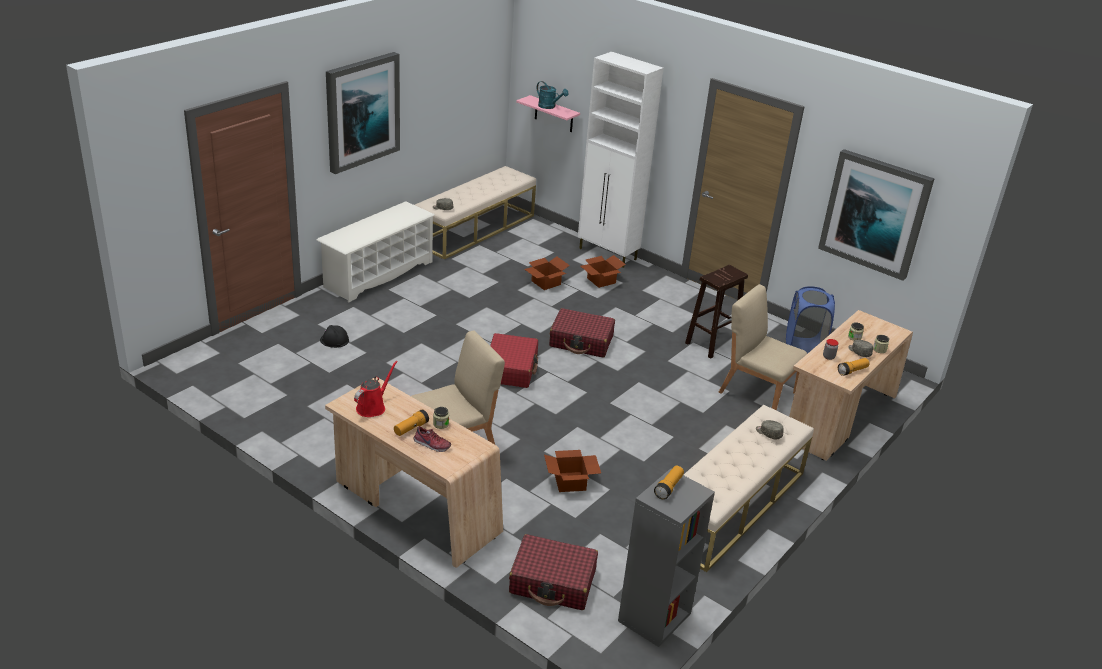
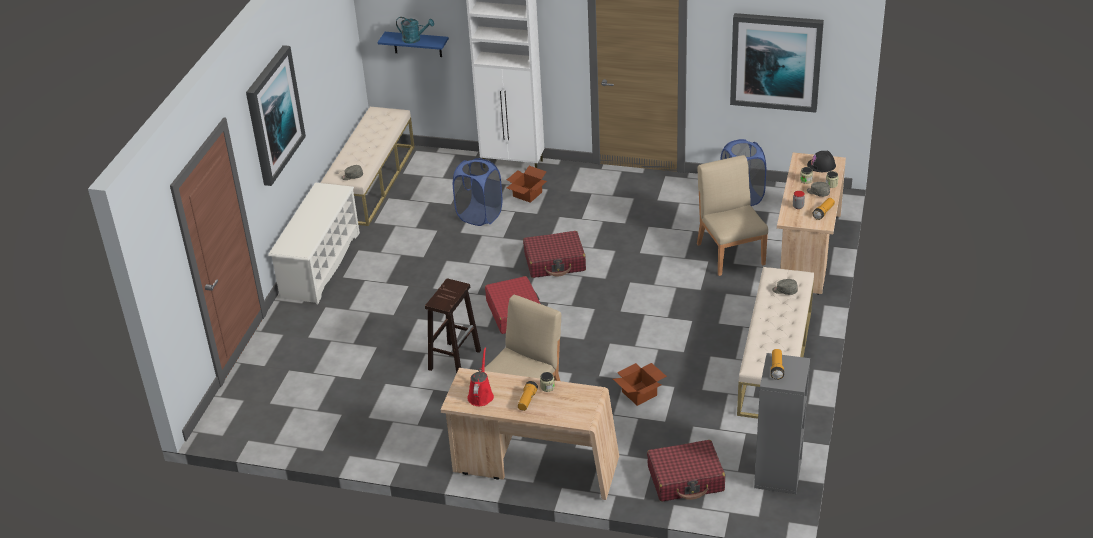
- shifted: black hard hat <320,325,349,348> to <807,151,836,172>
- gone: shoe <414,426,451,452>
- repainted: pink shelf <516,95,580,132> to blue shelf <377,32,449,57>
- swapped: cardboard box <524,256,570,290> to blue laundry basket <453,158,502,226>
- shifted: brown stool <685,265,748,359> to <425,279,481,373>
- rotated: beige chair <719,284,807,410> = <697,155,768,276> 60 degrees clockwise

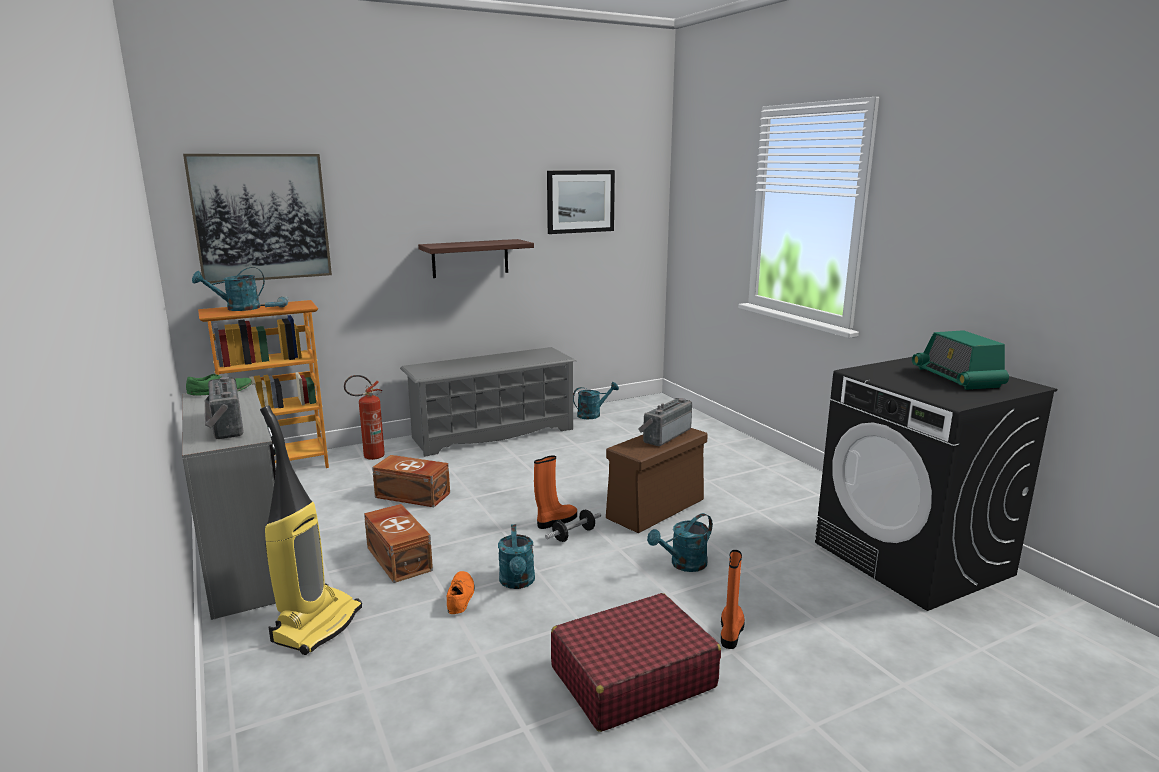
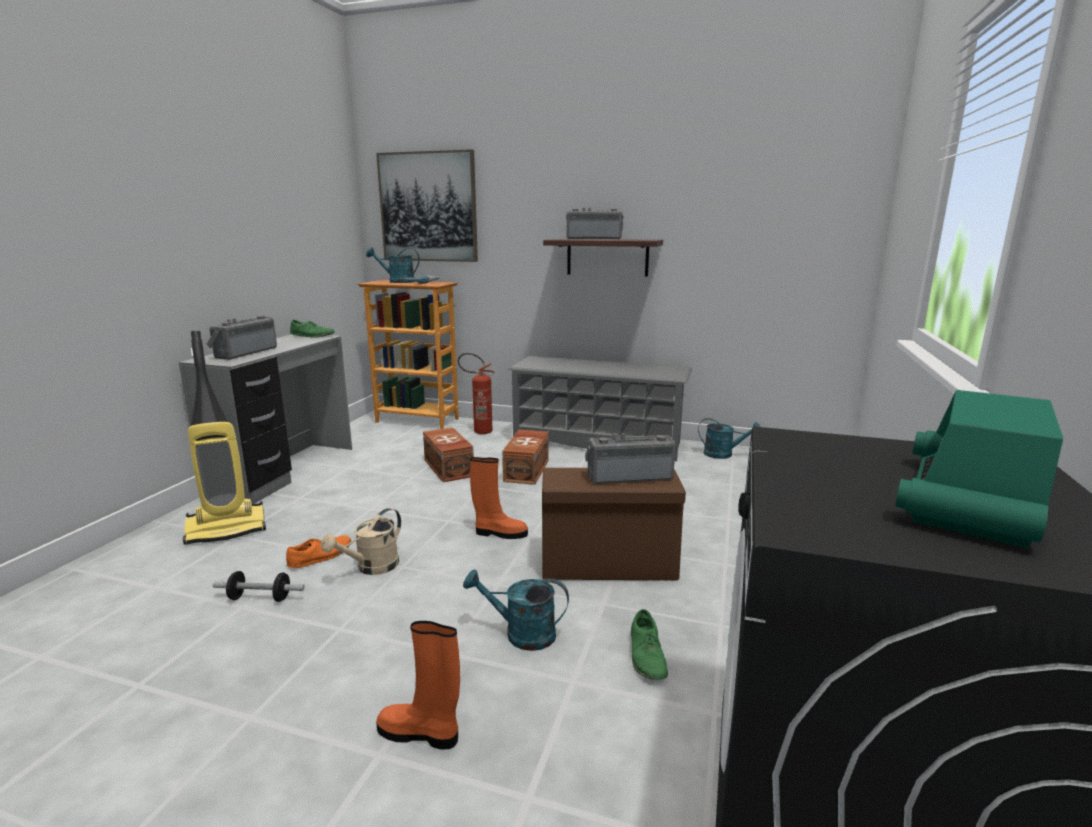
- shifted: brown storage box <364,504,433,583> to <502,430,549,485>
- repainted: turquoise watering can <498,524,535,589> to beige watering can <321,508,401,575>
- shifted: dumbbell <545,510,601,542> to <212,571,305,602>
- gone: picture <547,170,615,234>
- gone: red suitcase <551,593,721,732>
- rotated: orange boot <721,550,745,649> = <376,621,460,750> 135 degrees counterclockwise
- new: radio <566,208,623,239>
- new: green shoe <631,609,668,680>

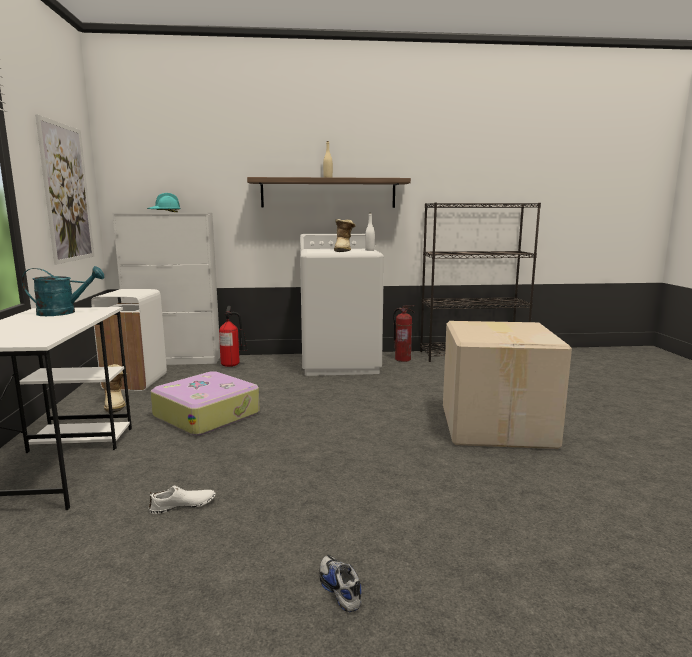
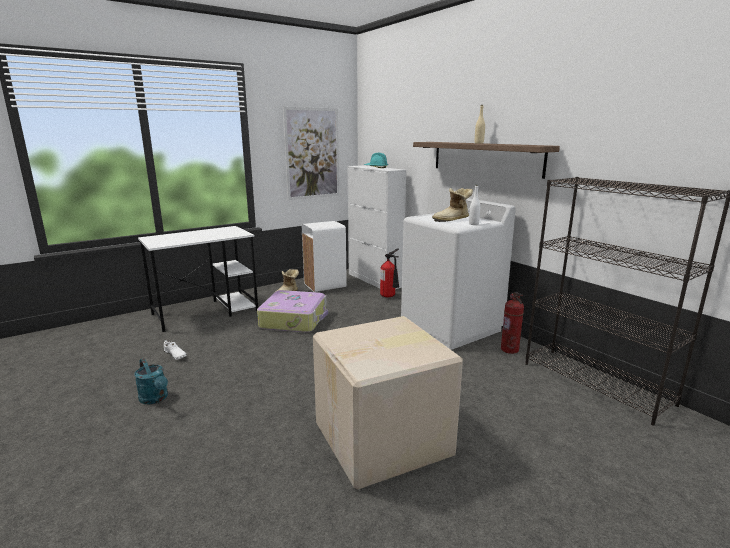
- shifted: turquoise watering can <22,266,104,316> to <134,358,168,404>
- gone: shoe <319,555,362,612>

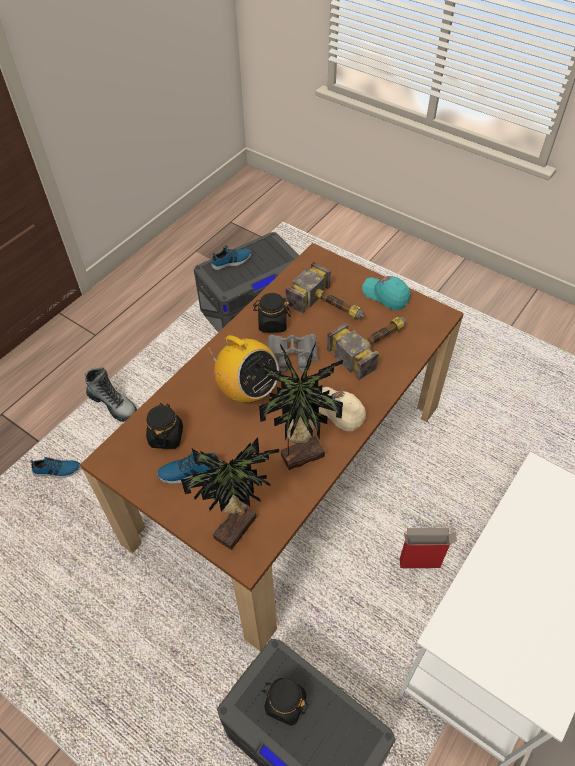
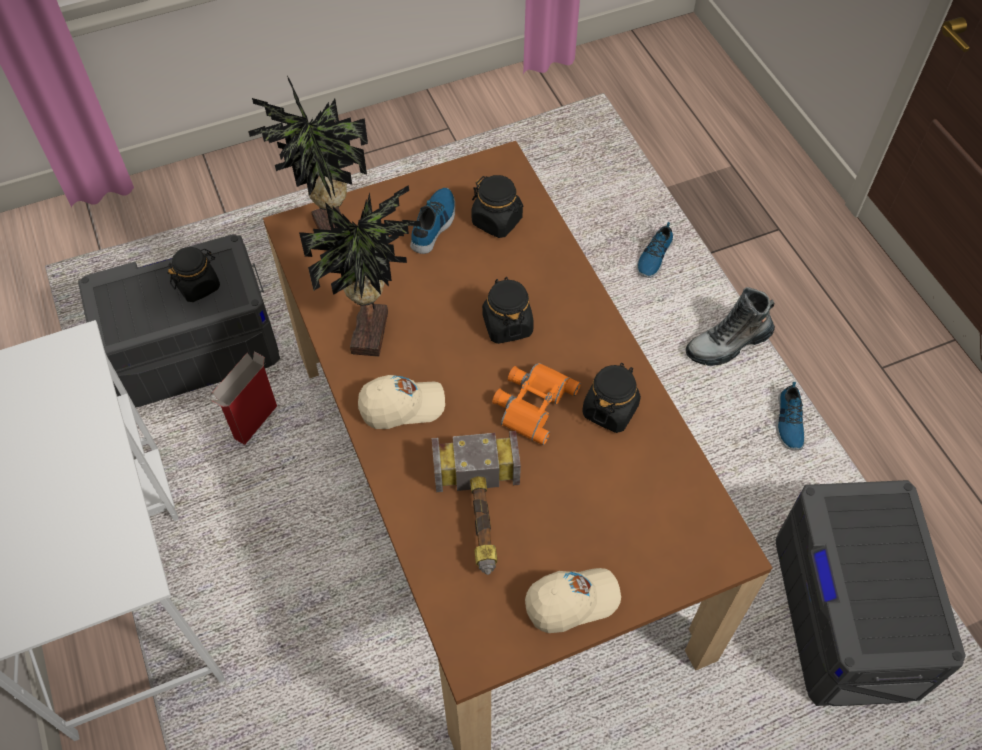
- swapped: radio <208,335,279,403> to black jar <482,277,534,344>
- shifted: shoe <211,245,251,270> to <776,382,804,450>
- repainted: grey binoculars <267,334,318,372> to orange binoculars <492,363,581,445>
- gone: hammer <285,262,364,319>
- repainted: turquoise cap <362,276,410,310> to beige cap <525,568,621,633>
- shifted: cardboard box <400,528,457,568> to <211,351,277,445>

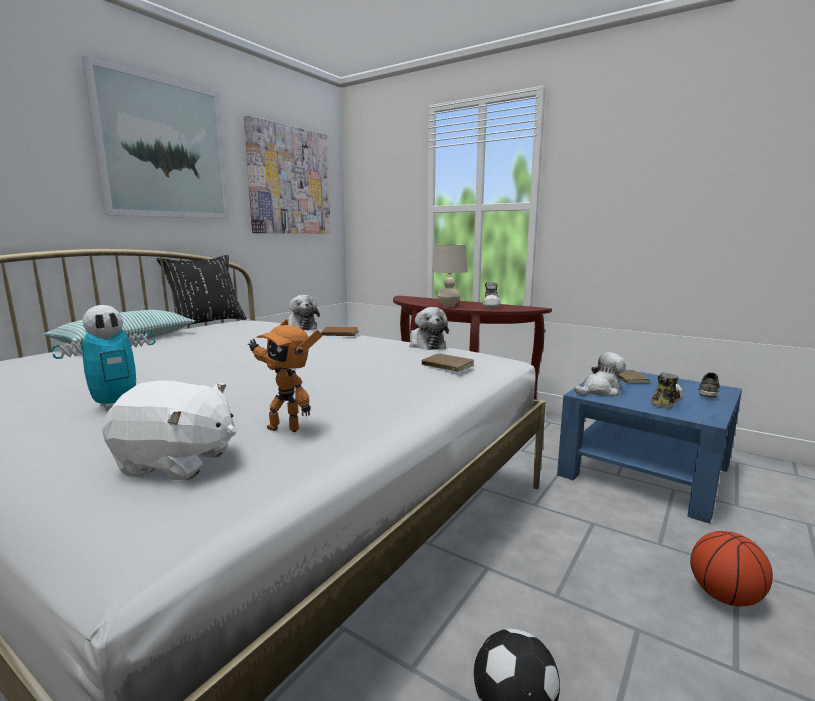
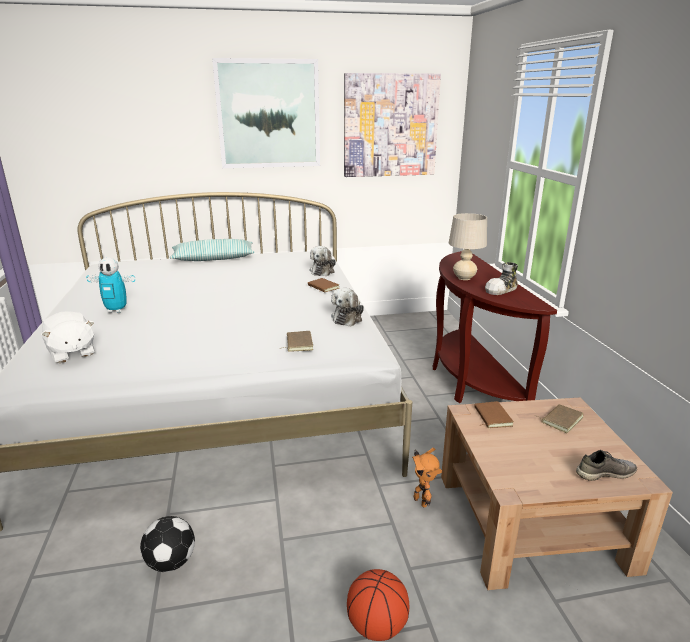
- gone: black pillow <157,255,247,326>
- shifted: toy robot <248,319,322,432> to <412,447,442,508>
- repainted: blue coffee table <557,372,742,524> to brown coffee table <441,397,673,590>
- swapped: plush toy <574,352,626,396> to brown book <475,401,514,428>
- gone: shoe <651,372,683,409>

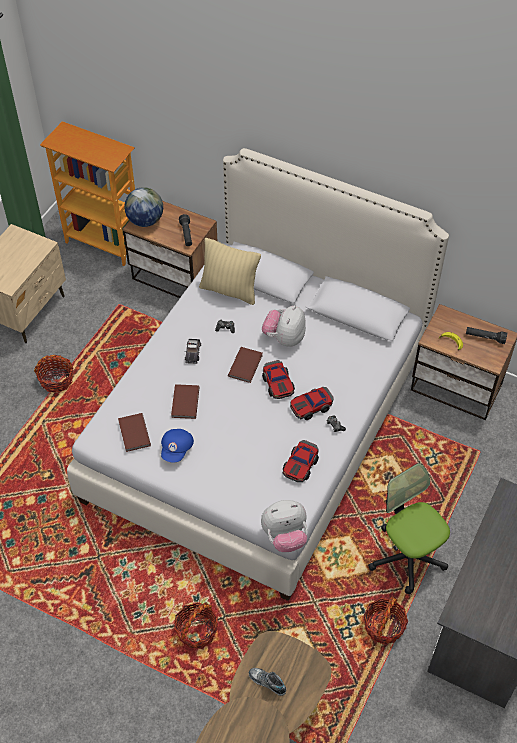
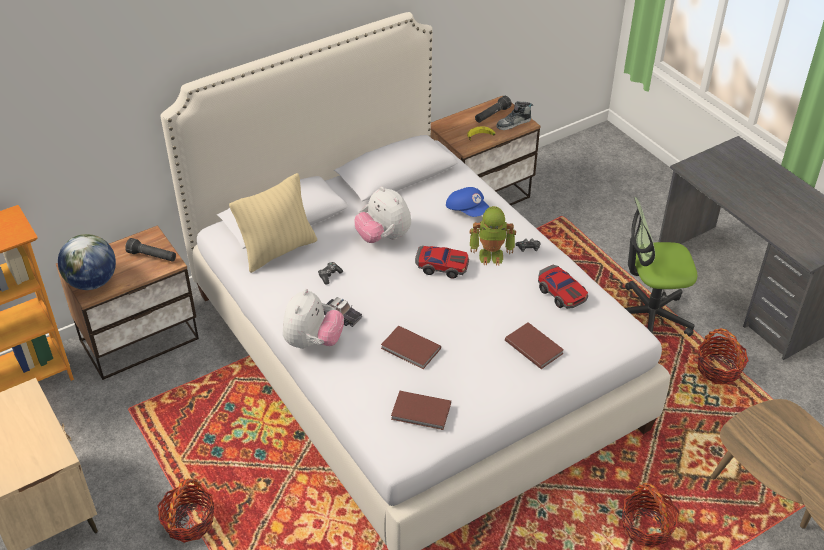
- shifted: blue cap <161,429,194,462> to <446,187,489,217>
- shifted: brown book <228,347,263,383> to <505,322,564,369>
- shifted: shoe <249,668,286,696> to <496,101,533,130>
- shifted: plush toy <261,500,308,552> to <283,289,344,349>
- swapped: toy car <290,387,334,420> to toy robot <469,206,516,266>

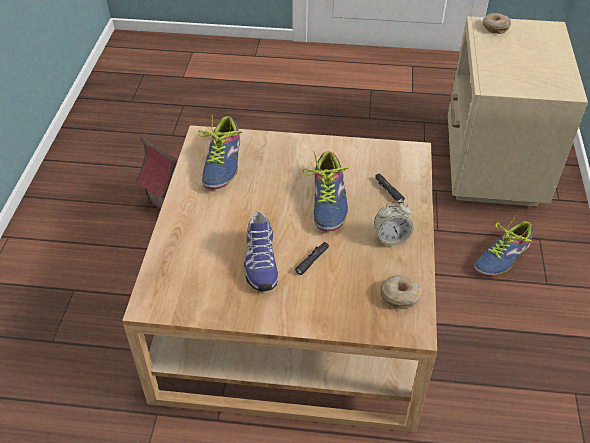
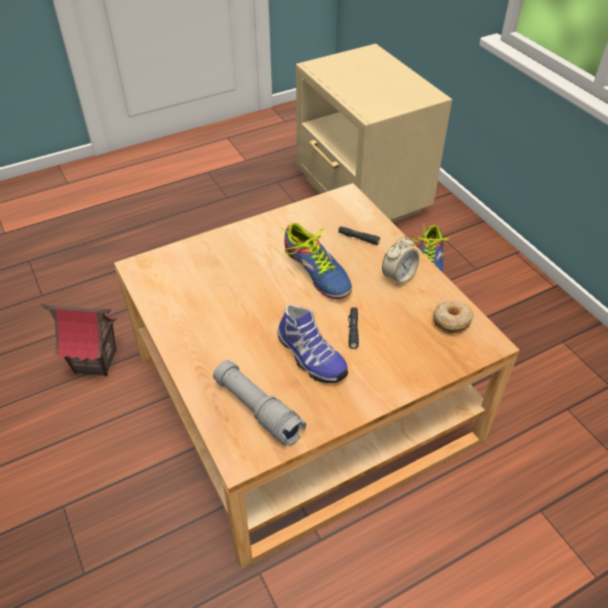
- gone: shoe <198,116,242,189>
- gone: donut <483,13,511,34>
- new: grey flashlight <213,360,306,446>

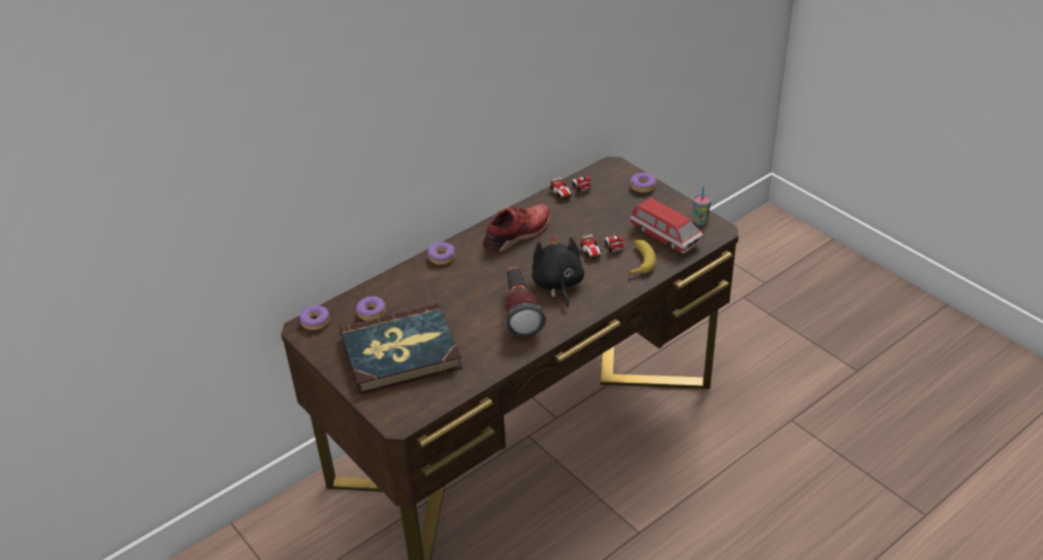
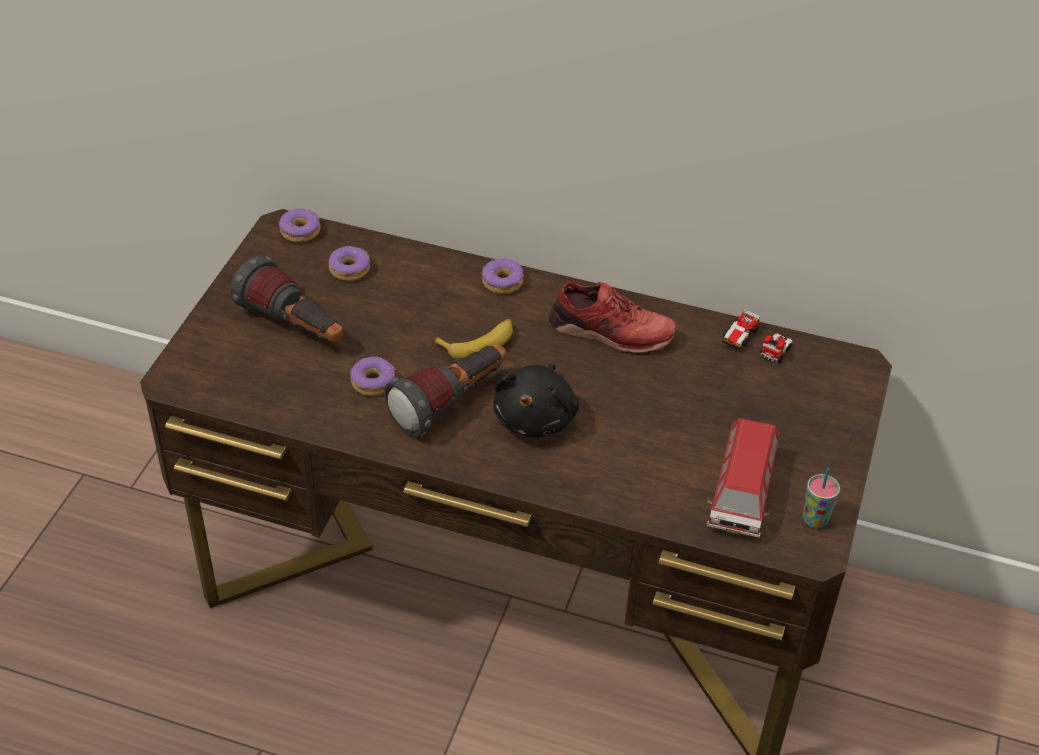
- swapped: book <339,304,463,395> to flashlight <231,255,343,342>
- rotated: black plush toy <532,235,585,308> = <494,363,579,438> 150 degrees clockwise
- gone: toy car <580,234,623,259>
- shifted: banana <629,239,656,275> to <432,319,513,359>
- shifted: donut <630,172,656,193> to <350,357,395,396>

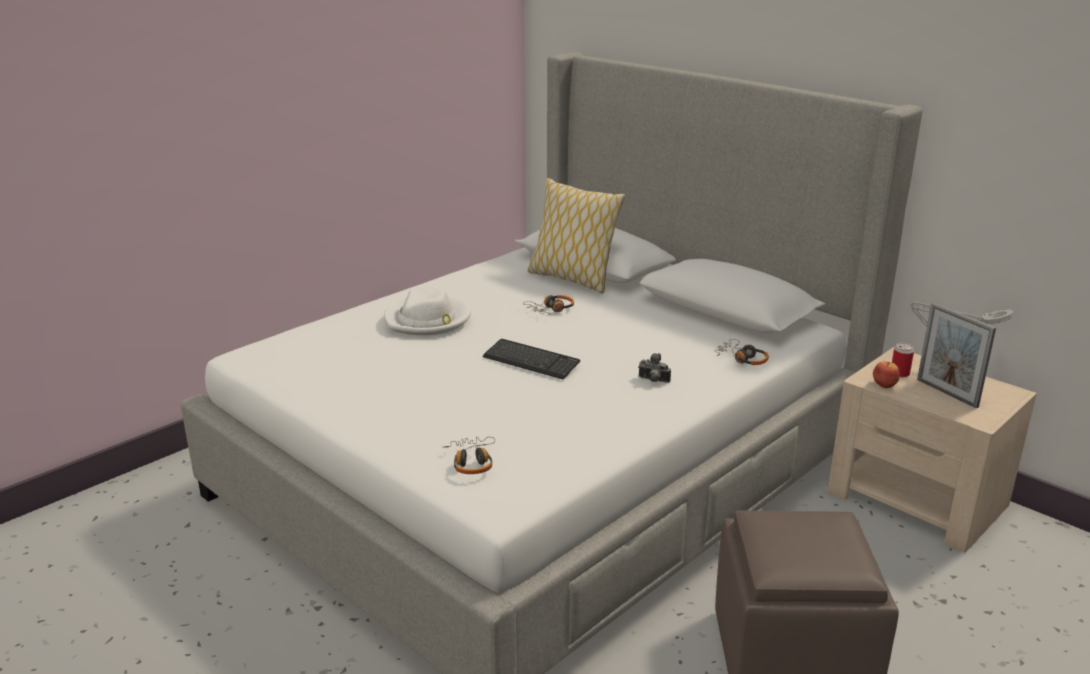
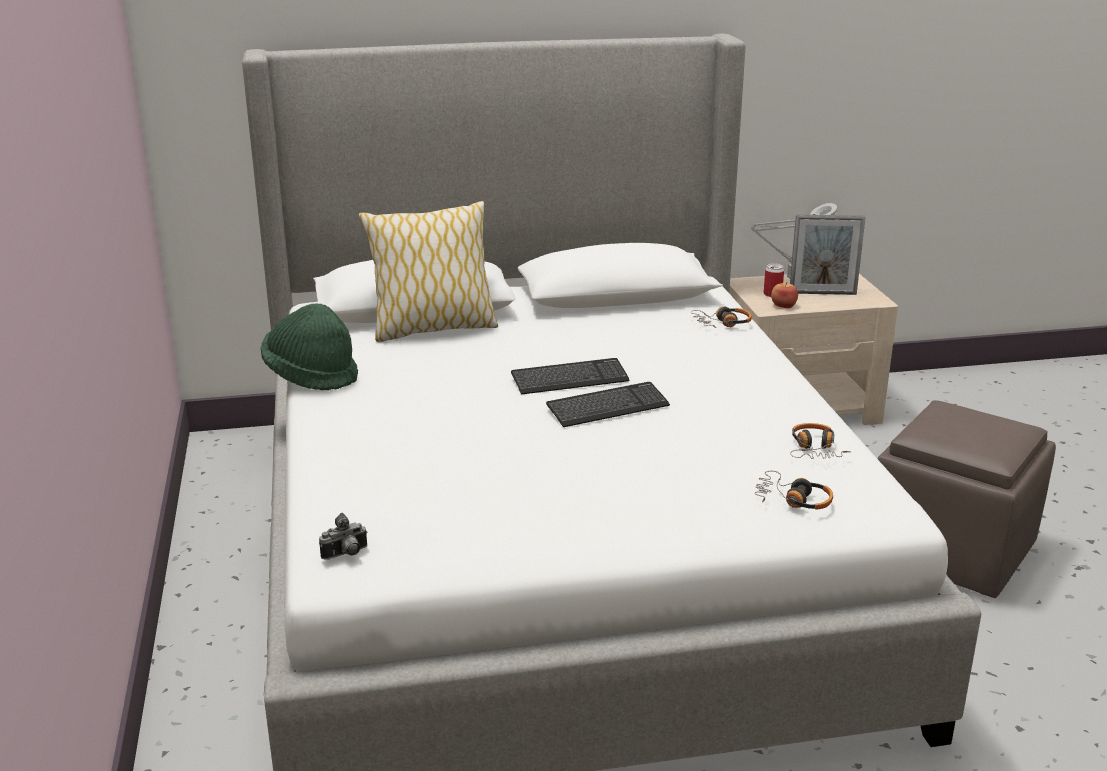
- gone: white hat <384,285,471,336>
- shifted: headphones <523,295,574,315> to <790,423,851,459>
- shifted: photo camera <638,353,671,383> to <319,513,368,560>
- new: green hat <261,304,358,391>
- new: keyboard <511,358,630,395>

